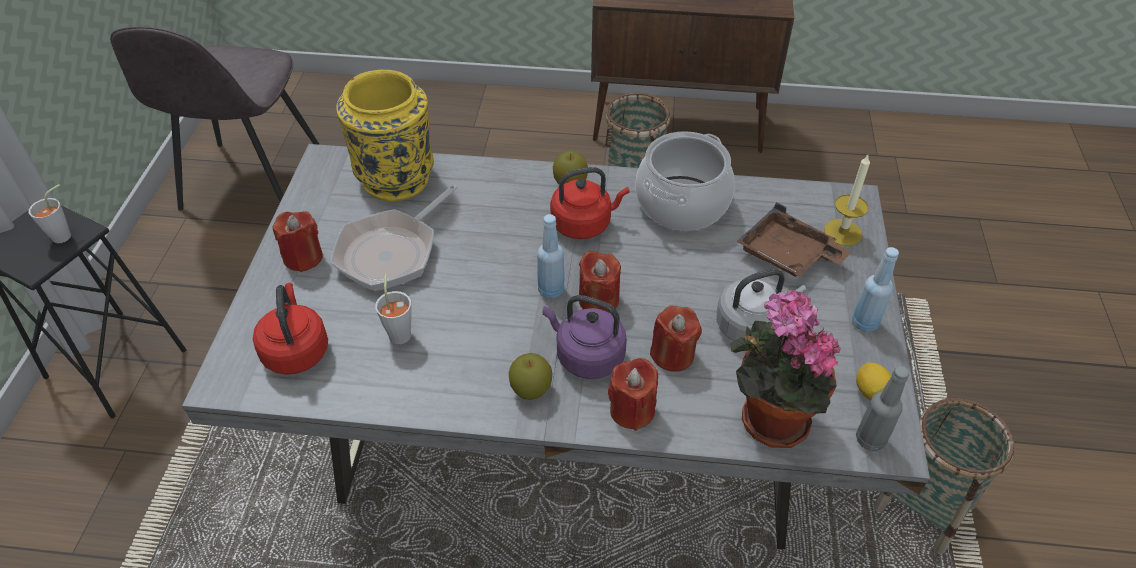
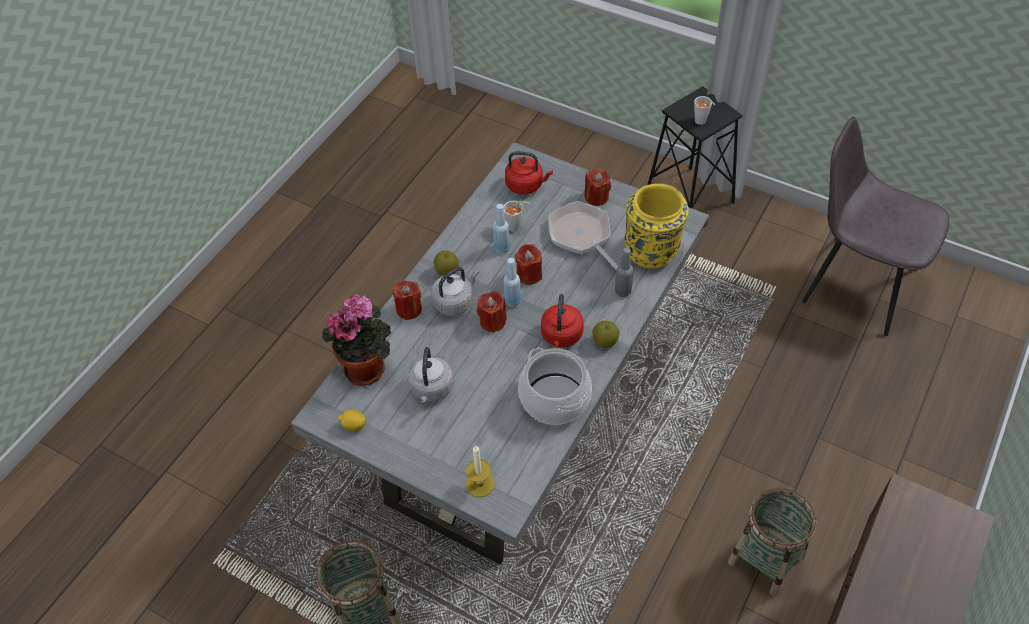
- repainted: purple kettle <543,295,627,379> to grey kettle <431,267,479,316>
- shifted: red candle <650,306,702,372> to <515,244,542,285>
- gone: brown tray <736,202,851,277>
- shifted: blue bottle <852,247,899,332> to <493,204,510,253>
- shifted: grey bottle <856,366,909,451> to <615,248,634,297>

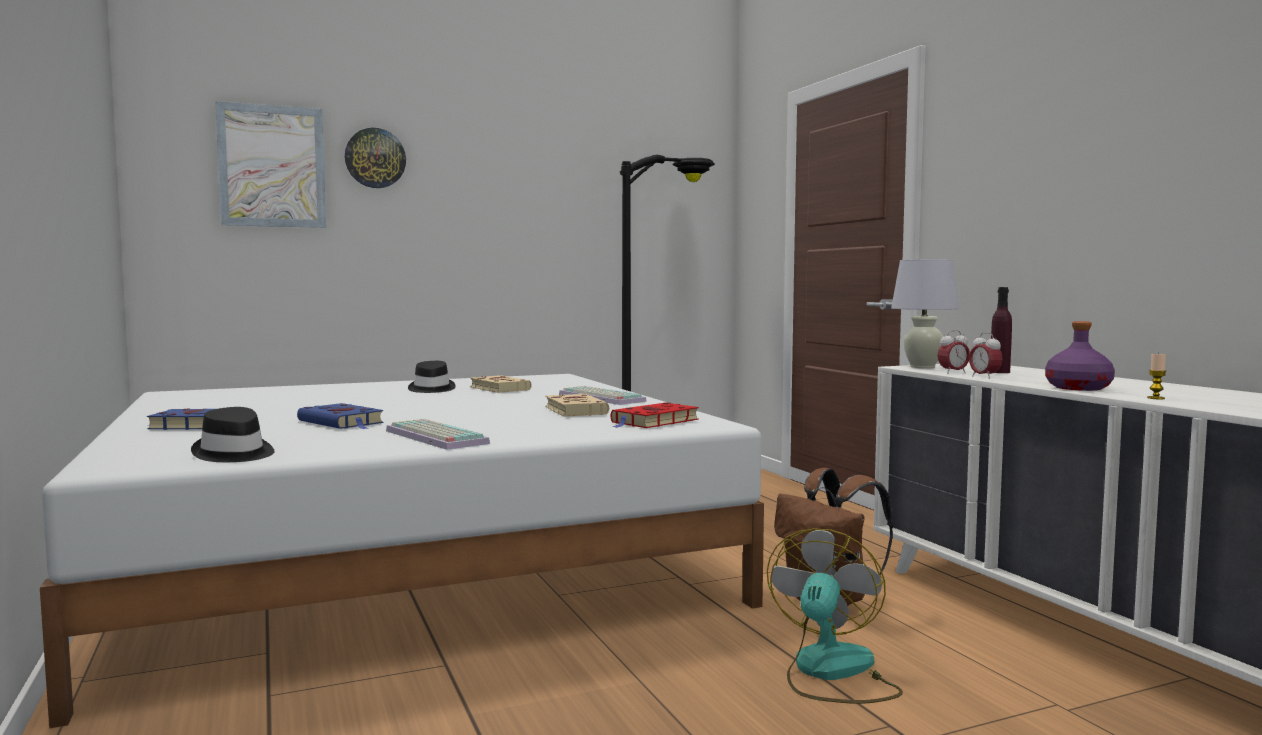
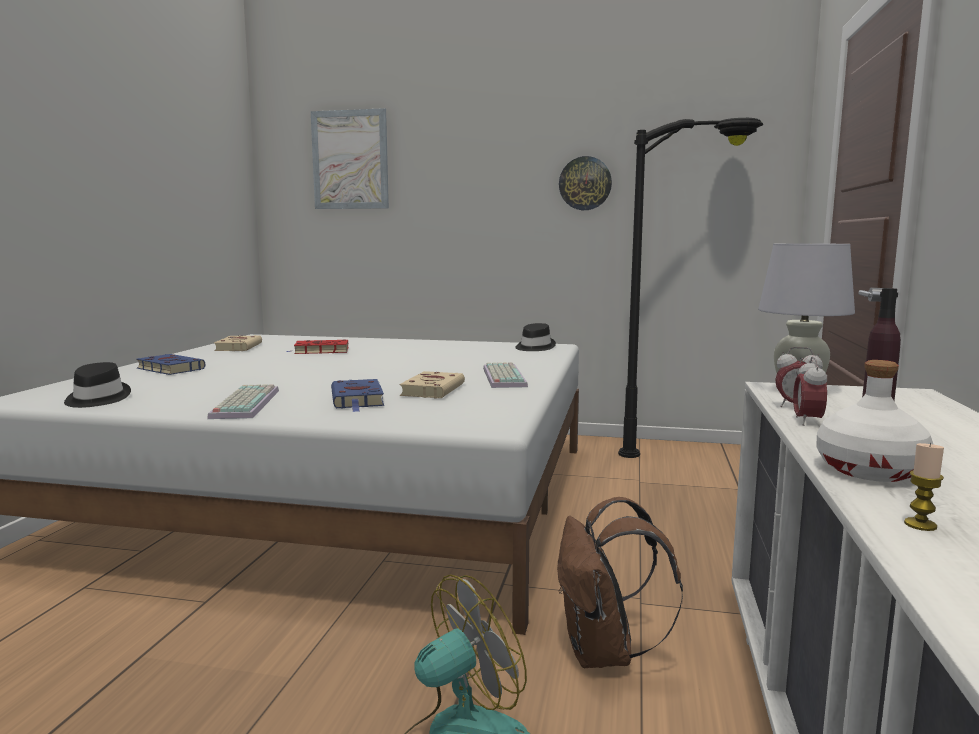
- shifted: blue book <297,403,384,429> to <331,379,384,412>
- shifted: wall clock <345,128,406,188> to <559,156,612,210>
- shifted: black hat <408,361,456,393> to <515,323,556,351>
- shifted: beige book <470,375,532,393> to <214,335,262,351>
- shifted: red book <611,403,699,428> to <287,339,349,354>
- repainted: purple bottle <1045,321,1115,391> to white bottle <816,360,934,482>

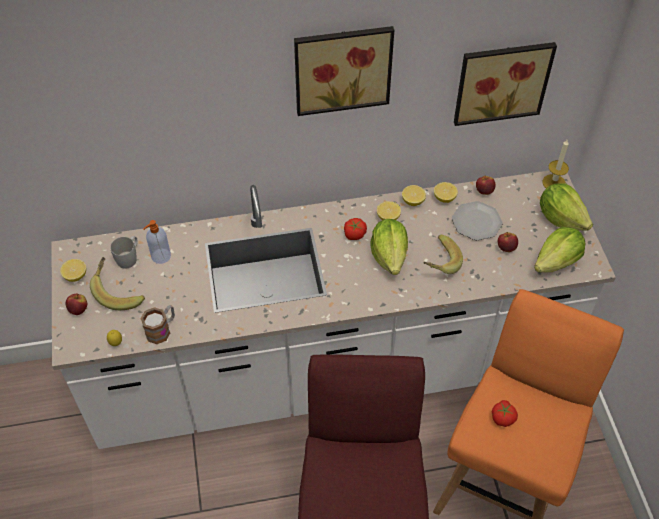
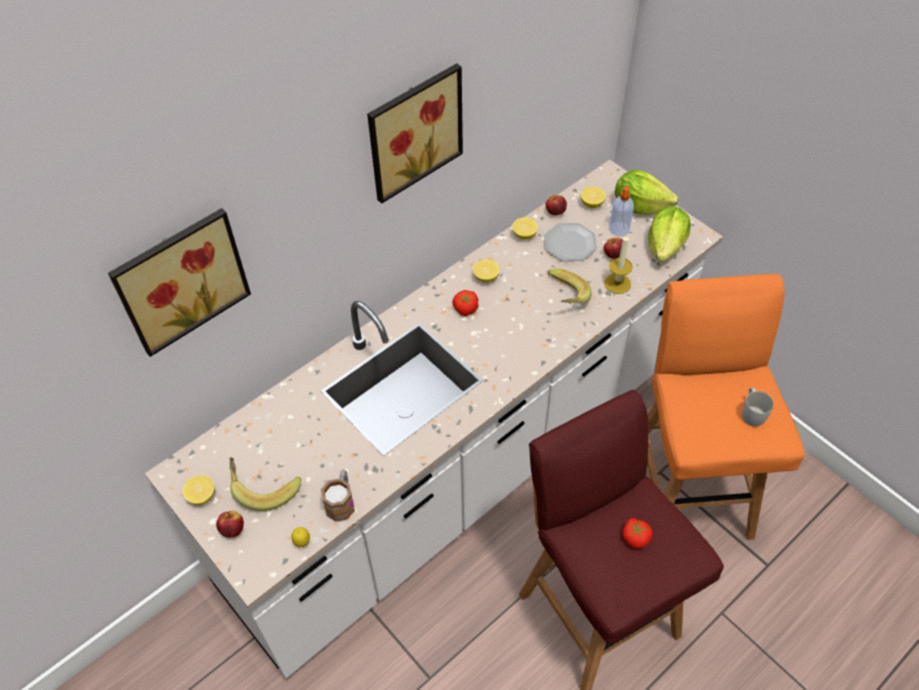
- shifted: white mug <110,236,137,269> to <742,388,774,427>
- shifted: soap dispenser <143,220,171,264> to <609,186,634,236>
- gone: lettuce <370,219,408,275>
- shifted: lemon <402,185,426,206> to <580,186,606,208>
- shifted: picture <454,42,557,126> to <108,208,251,357>
- shifted: tomato <492,400,518,427> to <622,518,653,549>
- shifted: candle <543,140,569,188> to <604,234,633,294>

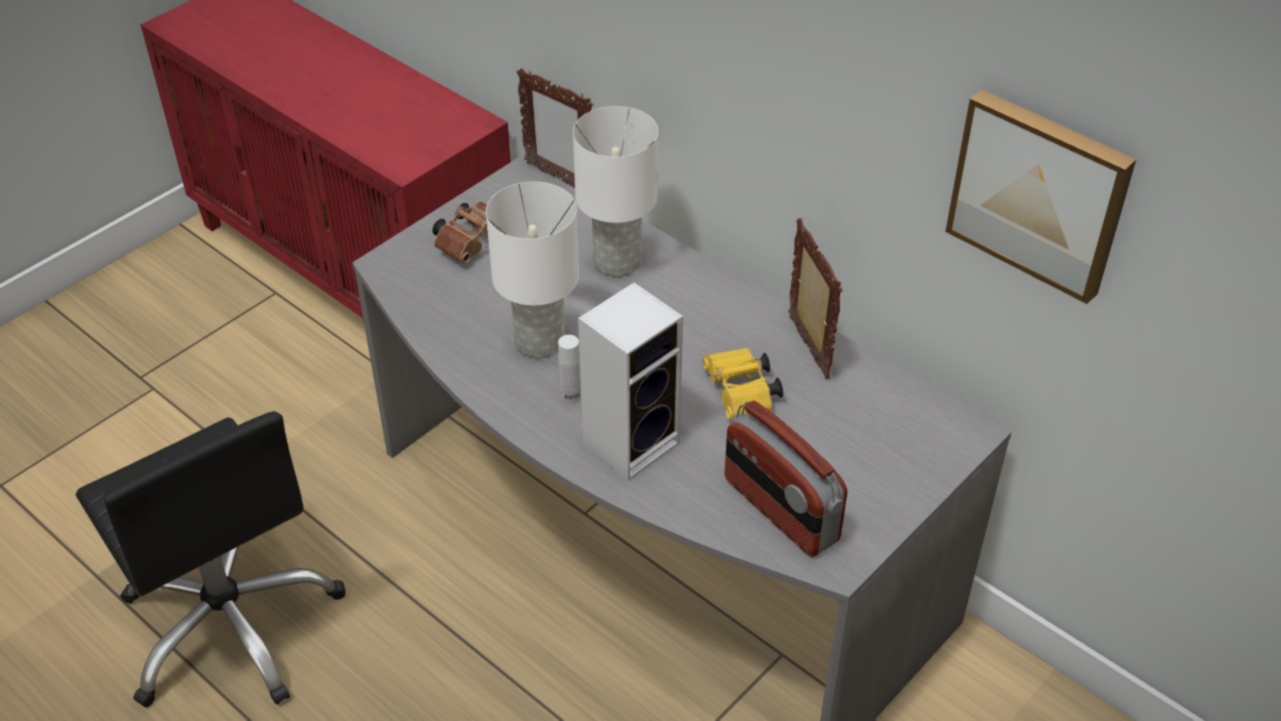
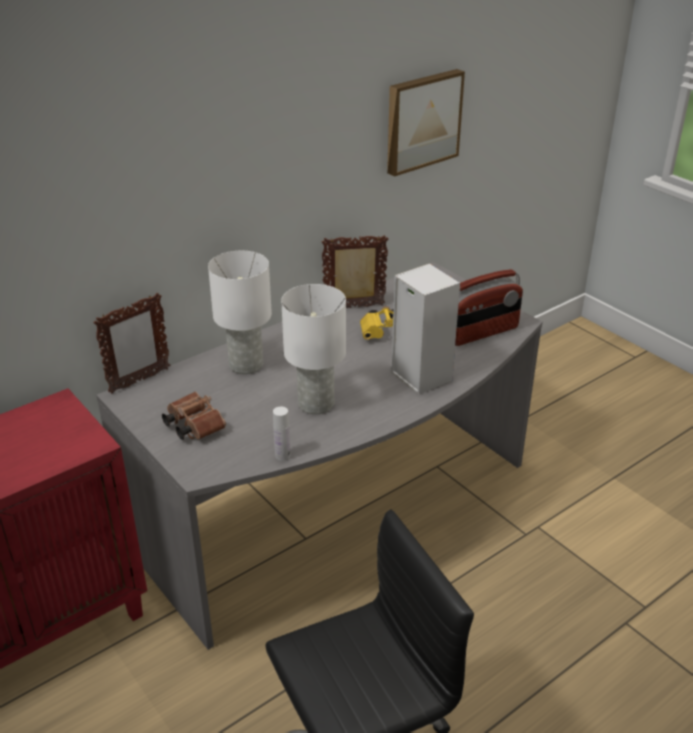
- shifted: white bottle <558,335,581,404> to <273,407,291,461>

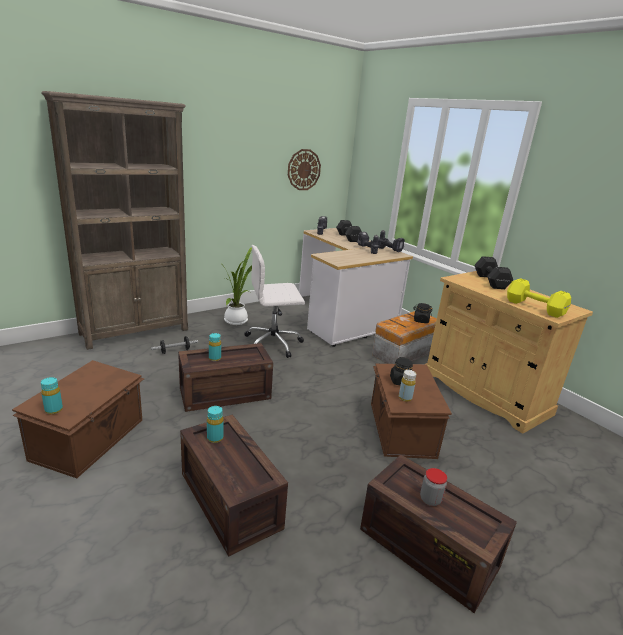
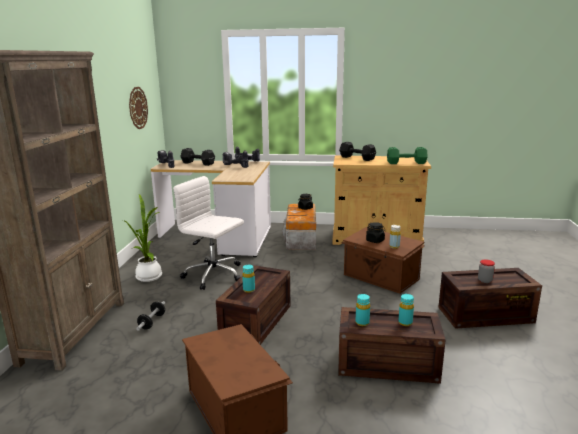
- shifted: turquoise bottle <41,377,63,414> to <399,294,414,326>
- rotated: white office chair <245,245,305,358> = <173,176,244,290> 90 degrees clockwise
- repainted: yellow dumbbell <507,278,571,318> to green dumbbell <387,147,428,164>

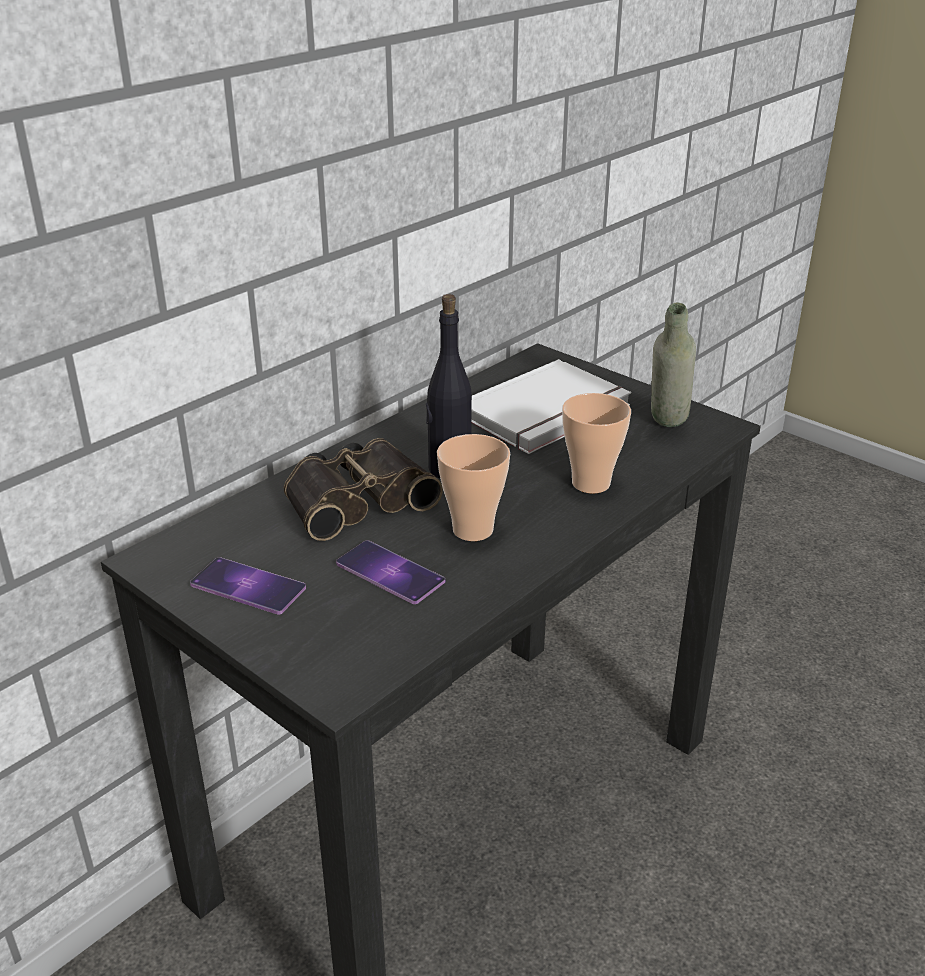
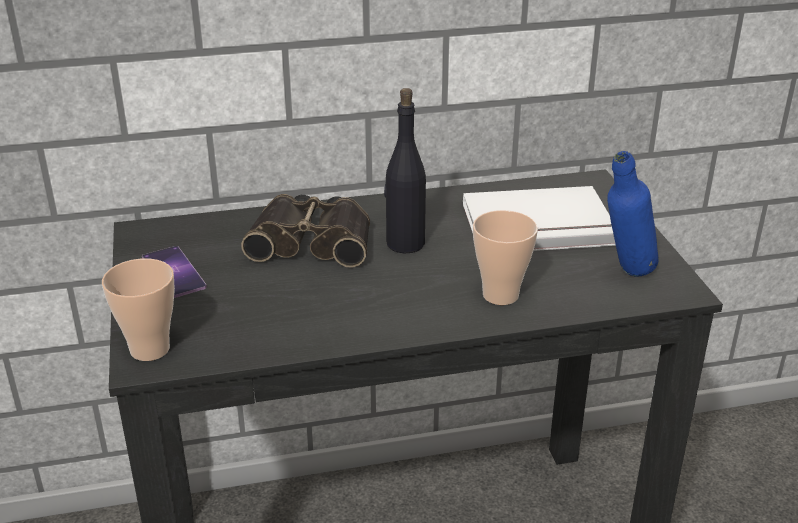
- gone: phone <336,541,445,604>
- shifted: cup <437,434,510,541> to <102,258,175,361>
- repainted: grey bottle <651,302,696,427> to blue bottle <607,151,659,276>

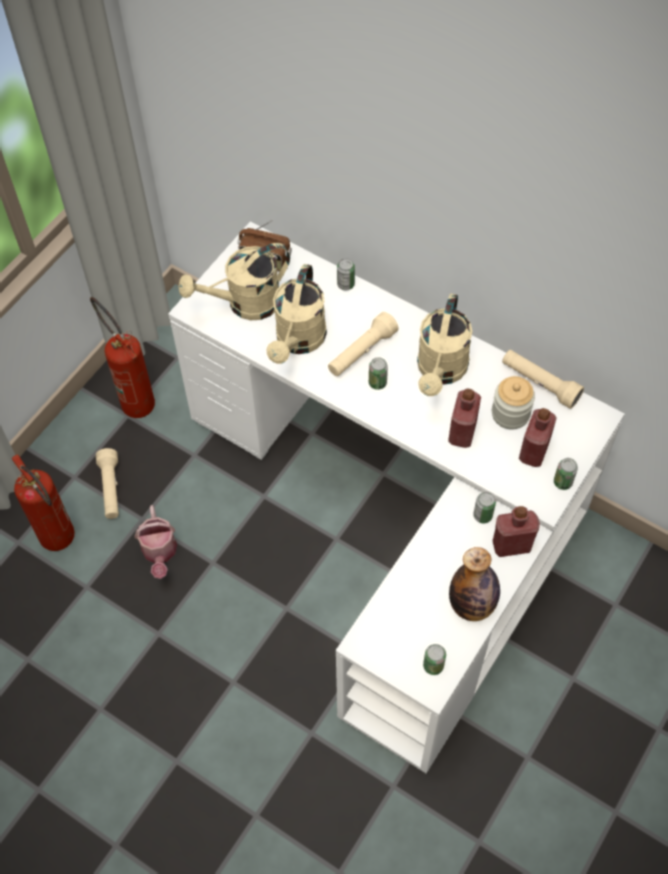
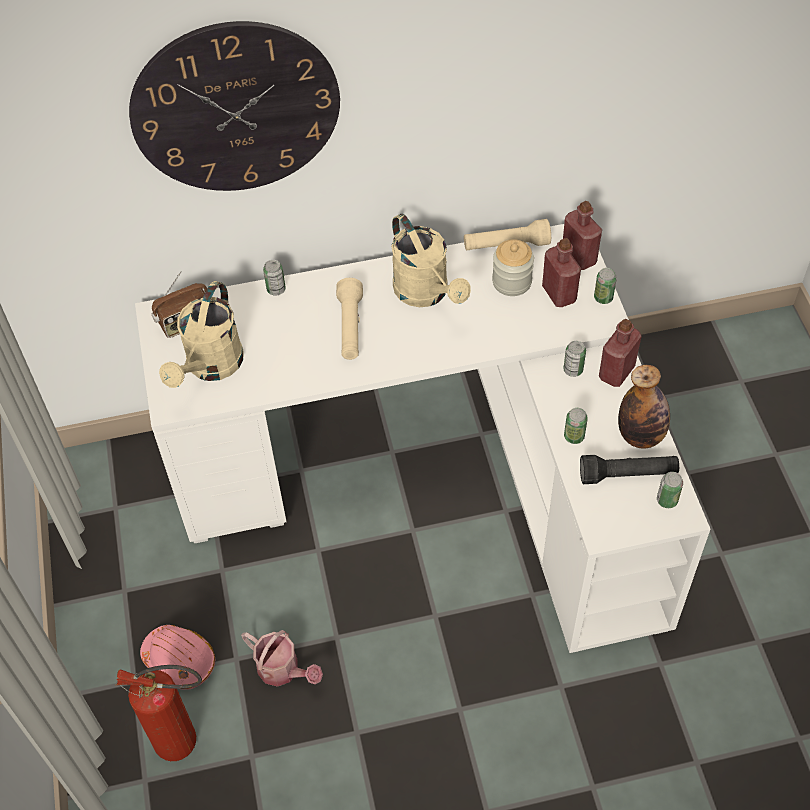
- gone: fire extinguisher <90,297,155,418>
- swapped: beige flashlight <96,448,119,519> to pink hard hat <140,625,215,690>
- gone: beige watering can <266,264,327,364>
- shifted: can <369,357,388,390> to <564,408,588,444>
- shifted: red bottle <448,388,481,448> to <563,201,602,270>
- new: wall clock <129,21,340,191>
- new: black flashlight <580,455,679,484>

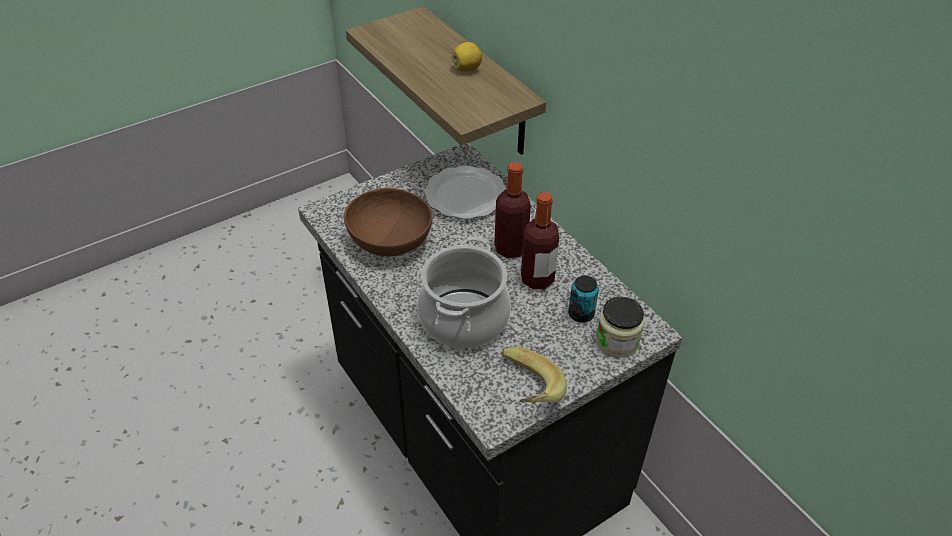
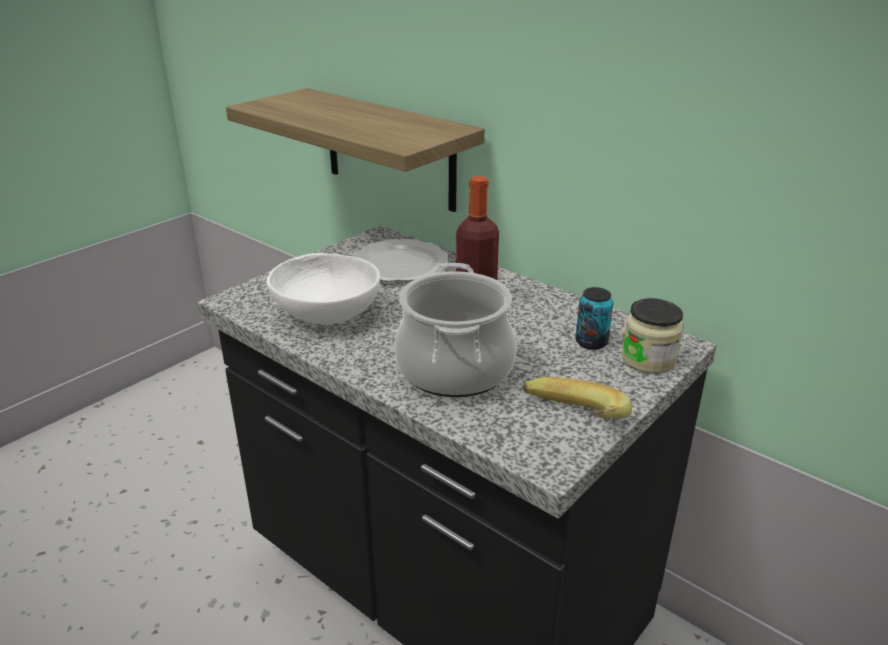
- repainted: brown bowl <344,187,432,257> to white bowl <266,253,380,325>
- gone: lemon <452,42,482,72>
- gone: bottle <521,192,559,289>

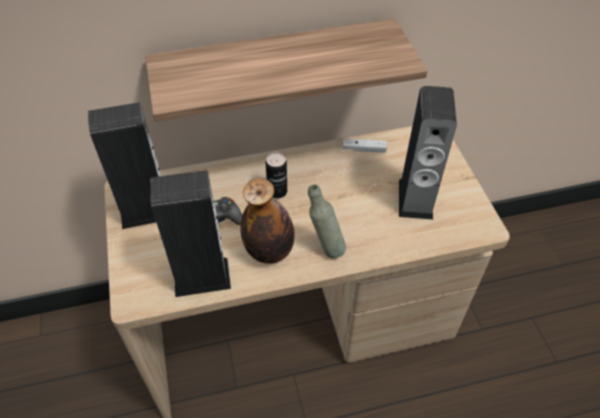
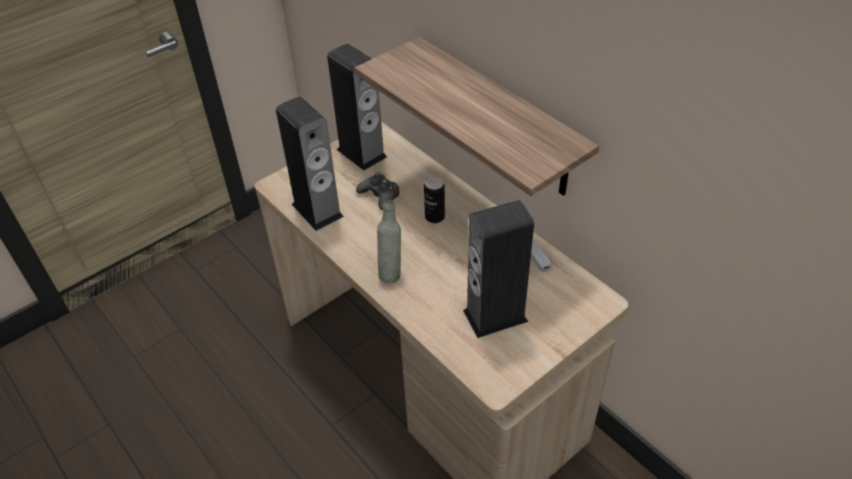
- gone: bottle <240,178,295,264>

